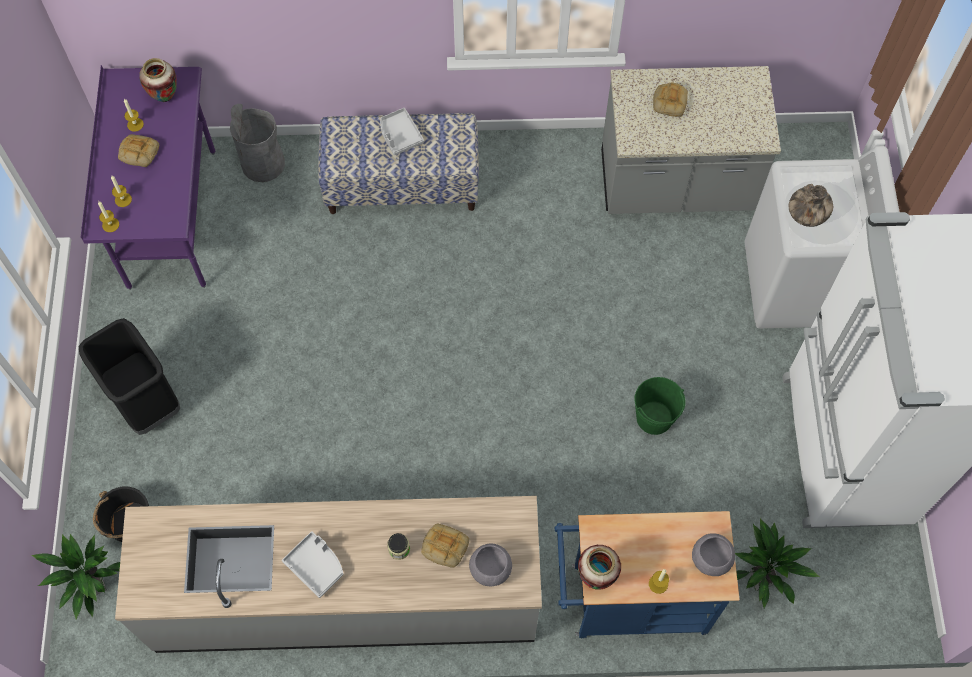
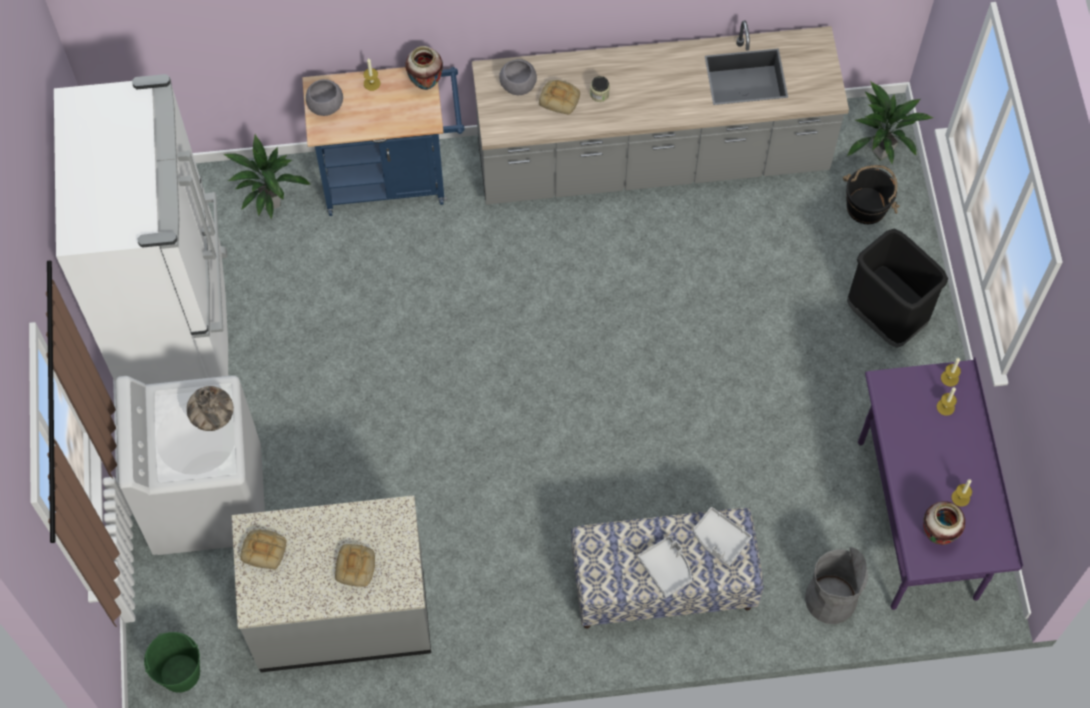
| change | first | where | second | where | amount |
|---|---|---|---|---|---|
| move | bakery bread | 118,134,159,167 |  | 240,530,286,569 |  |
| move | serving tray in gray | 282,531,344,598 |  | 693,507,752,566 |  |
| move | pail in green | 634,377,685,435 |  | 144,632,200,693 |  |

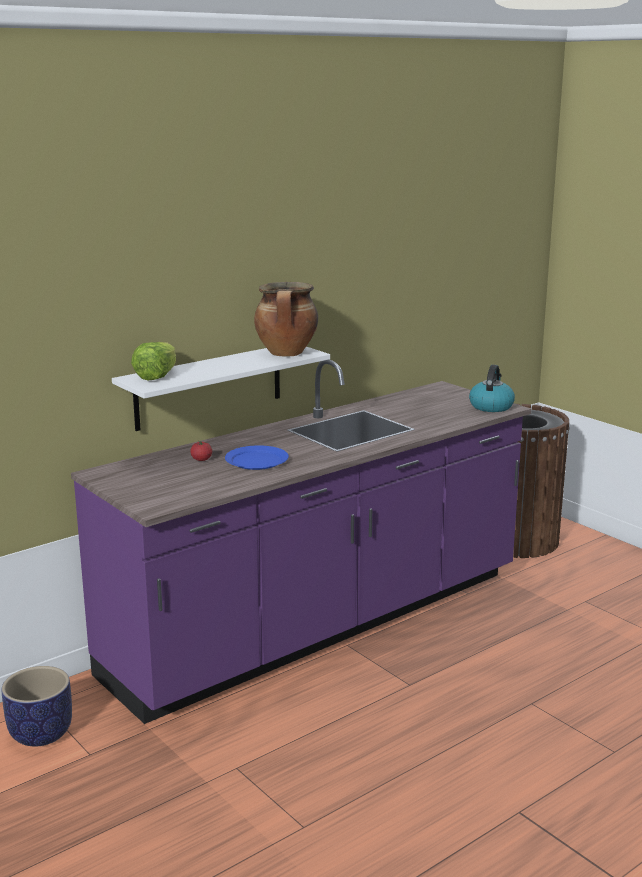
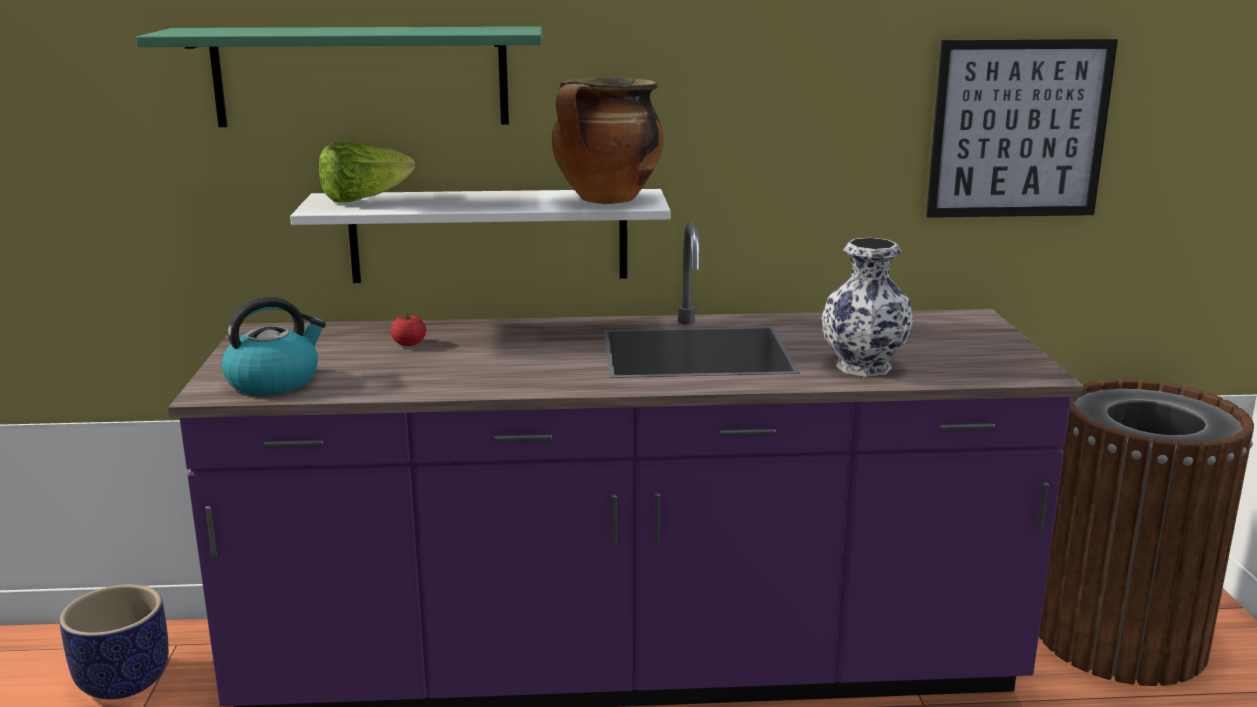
| change | first | where | second | where | amount |
|---|---|---|---|---|---|
| delete | flat dish in bluish | 225,445,289,470 |  |  |  |
| insert |  |  | wall shelf in green | 136,26,542,127 |  |
| insert |  |  | flower vase | 821,238,913,377 |  |
| insert |  |  | wall art | 926,39,1118,218 |  |
| move | water kettle | 469,365,515,412 |  | 221,297,326,395 |  |

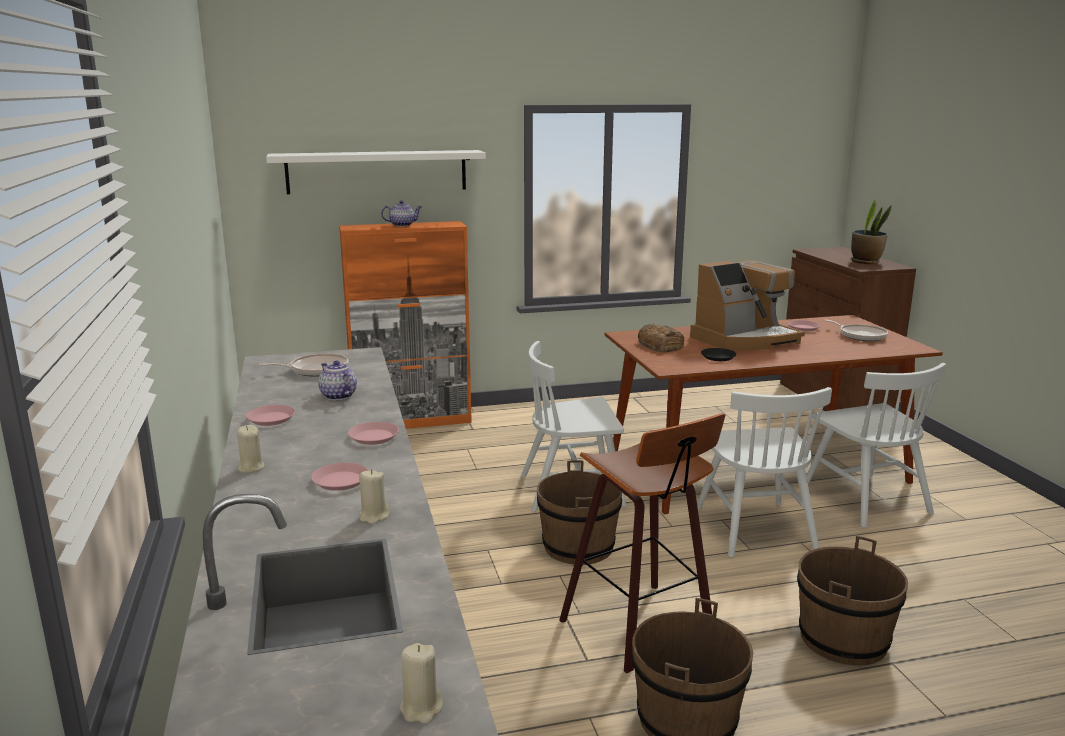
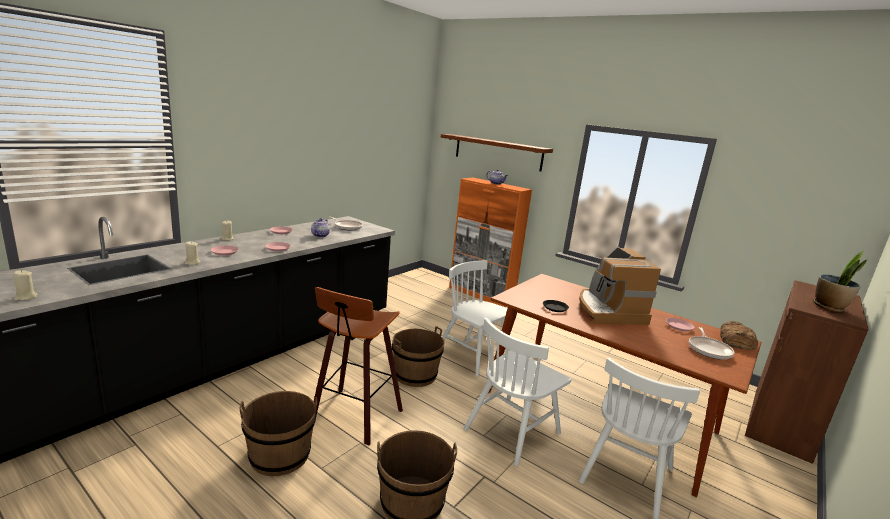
| change | first | where | second | where | amount |
|---|---|---|---|---|---|
| move | bakery bread | 638,324,685,352 |  | 720,321,758,350 |  |
| recolor | wall shelf in white-coloured | 266,150,486,194 | wall shelf in brown-coloured | 441,134,553,172 |  |
| rotate | coffee maker | 690,260,805,350 |  | 579,247,661,325 | 60 degrees clockwise |

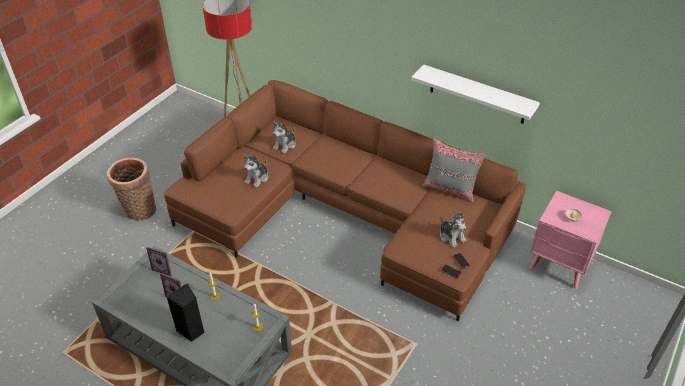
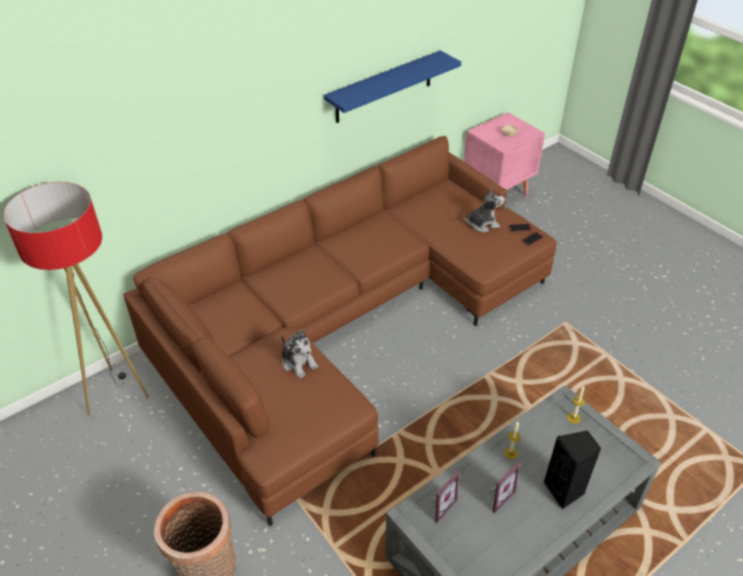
| change | first | where | second | where | amount |
|---|---|---|---|---|---|
| delete | plush toy | 273,122,296,154 |  |  |  |
| delete | cushion in gray | 423,138,486,202 |  |  |  |
| recolor | wall shelf in white-coloured | 411,64,540,124 | wall shelf in bluish | 324,50,461,123 |  |

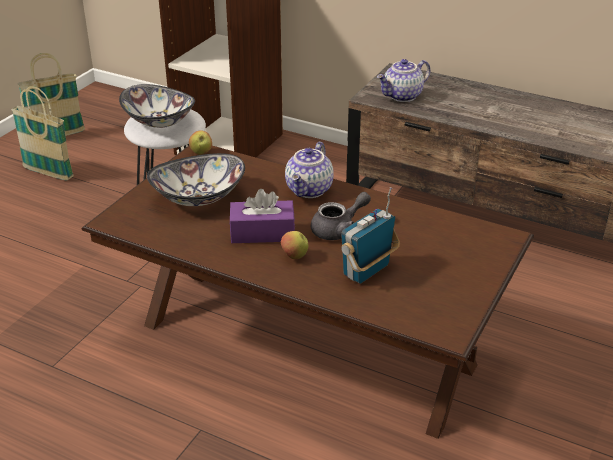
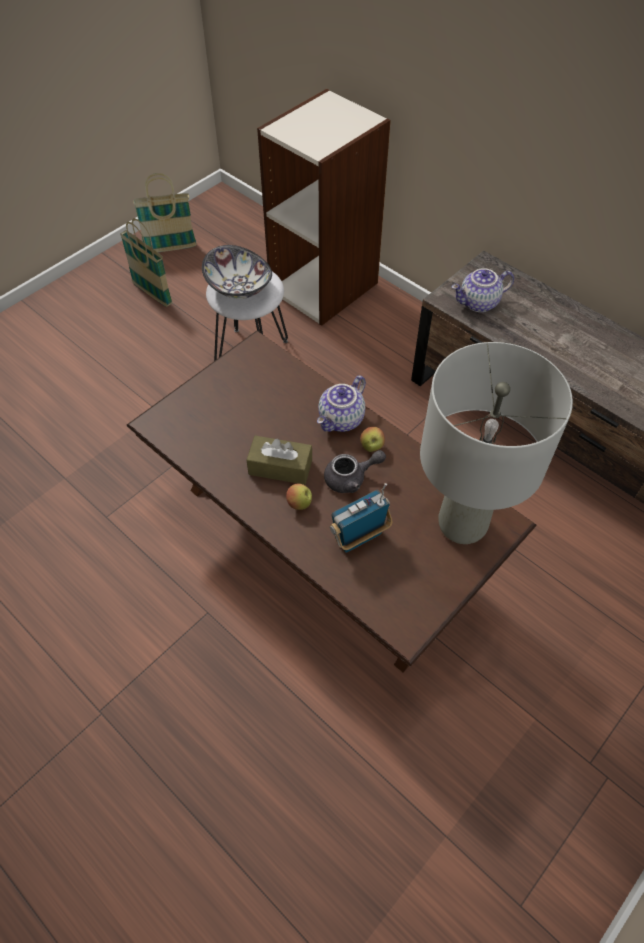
| change | first | where | second | where | amount |
|---|---|---|---|---|---|
| delete | deep dish | 147,153,245,206 |  |  |  |
| insert |  |  | table lamp in gray | 420,342,573,544 |  |
| move | whole apple | 189,131,212,155 |  | 360,427,385,452 |  |
| recolor | tissue box in purple | 229,189,295,243 | tissue box in brown-coloured | 247,436,312,485 |  |

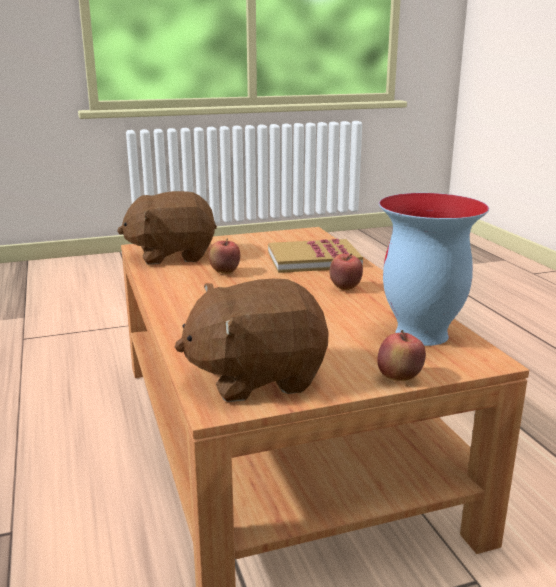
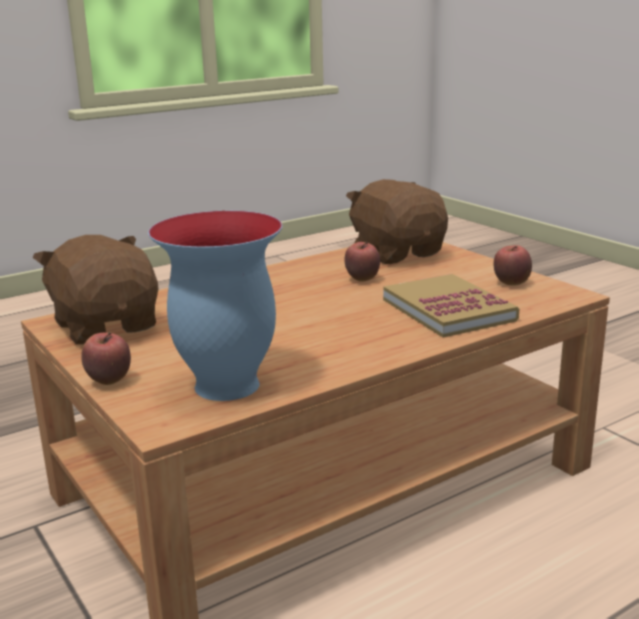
| change | first | where | second | where | amount |
|---|---|---|---|---|---|
| move | whole apple | 330,254,363,290 |  | 494,245,532,286 |  |

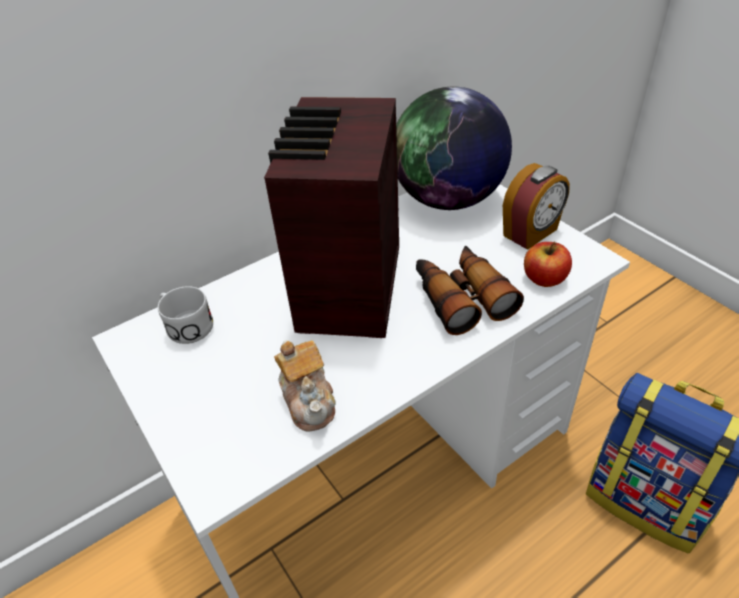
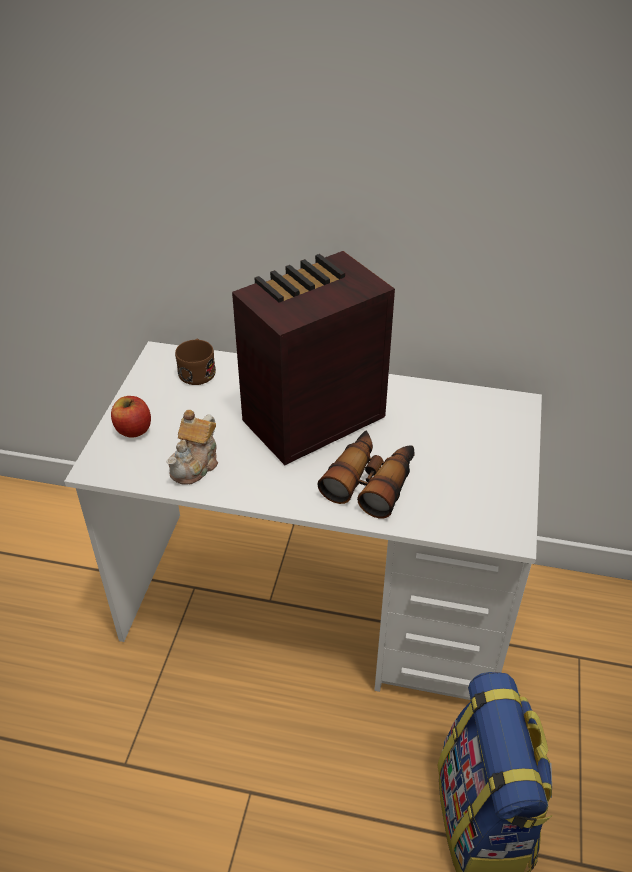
| change | first | where | second | where | amount |
|---|---|---|---|---|---|
| delete | desk globe | 396,87,512,210 |  |  |  |
| delete | bedside clock | 503,163,570,250 |  |  |  |
| move | whole apple | 524,242,572,287 |  | 111,396,151,438 |  |
| recolor | coffee mug in white-coloured | 158,286,213,344 | coffee mug in brown-coloured | 175,338,216,385 |  |

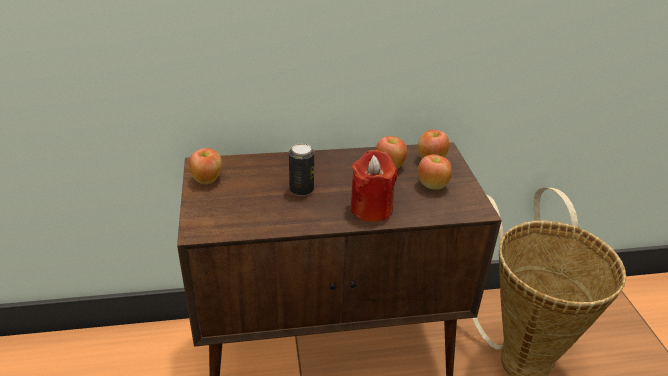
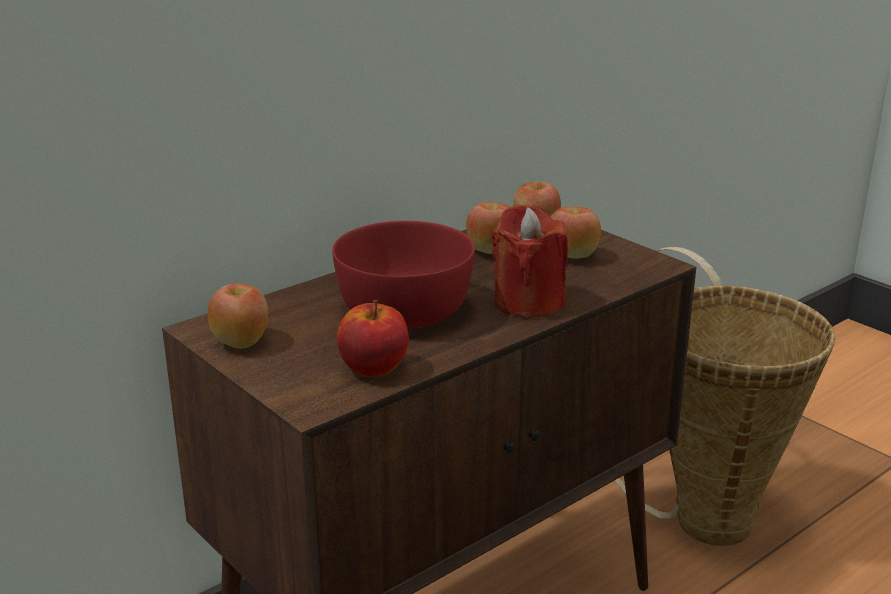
| change | first | where | second | where | amount |
|---|---|---|---|---|---|
| insert |  |  | whole apple | 337,300,409,377 |  |
| replace | can | 289,144,314,196 | deep dish in red-coloured | 332,221,475,329 |  |

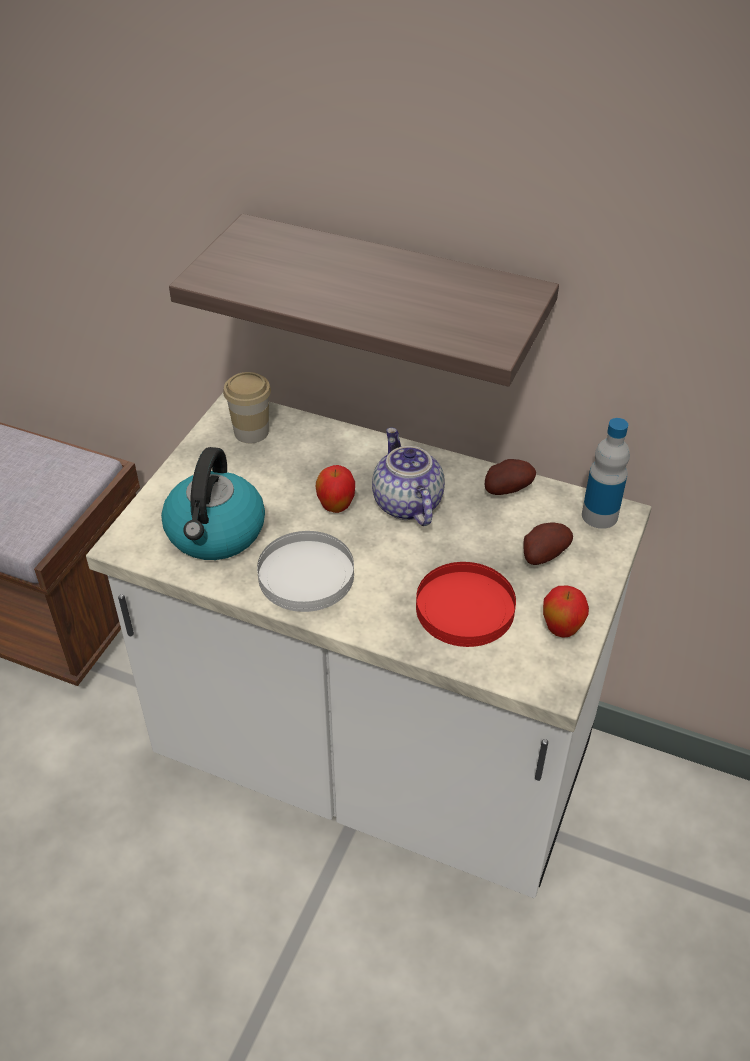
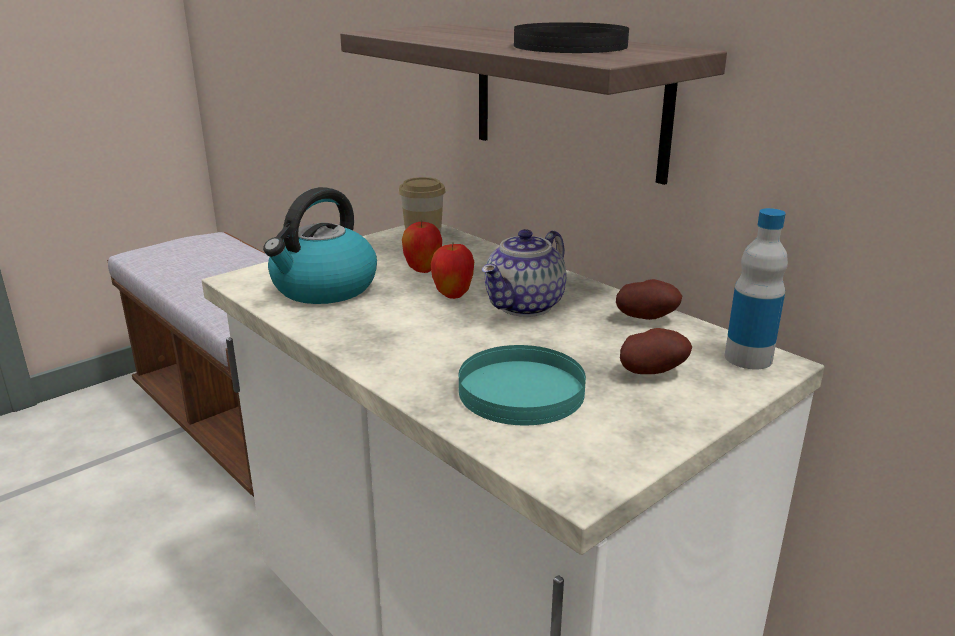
| change | first | where | second | where | amount |
|---|---|---|---|---|---|
| delete | flat dish in white-coloured | 257,531,354,612 |  |  |  |
| insert |  |  | flat dish in black-coloured | 514,22,629,53 |  |
| move | whole apple | 543,586,589,637 |  | 402,220,442,273 |  |
| recolor | flat dish in red-coloured | 416,562,516,647 | flat dish in turquoise | 459,345,586,425 |  |
| rotate | pot for tea | 372,427,445,526 |  | 482,229,566,317 | 150 degrees counterclockwise |

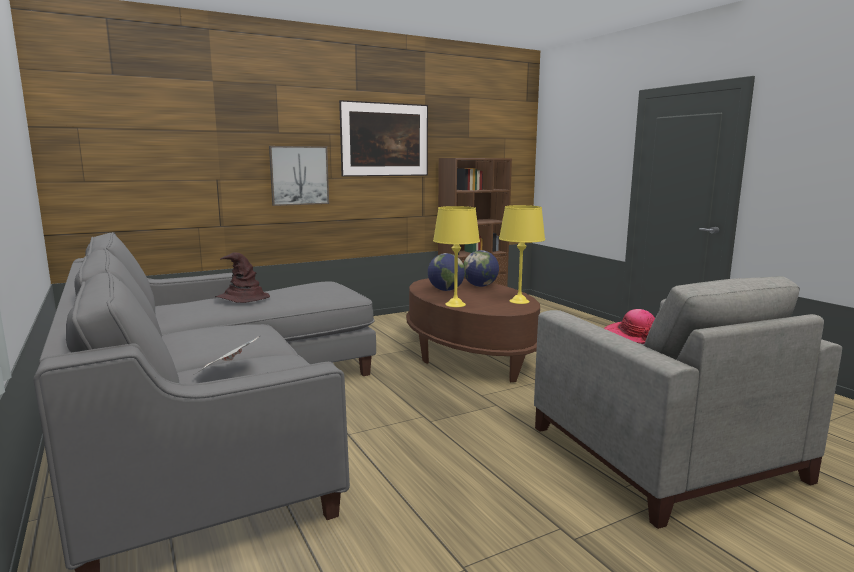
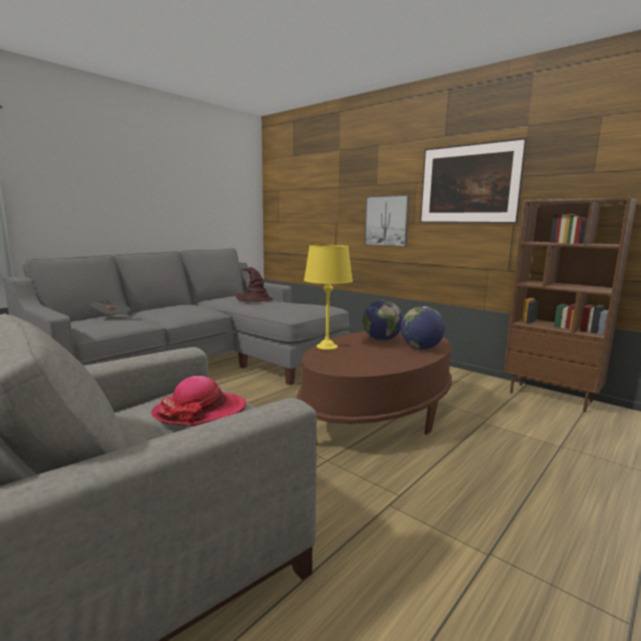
| change | first | where | second | where | amount |
|---|---|---|---|---|---|
| delete | table lamp in yellowish | 499,205,545,304 |  |  |  |

